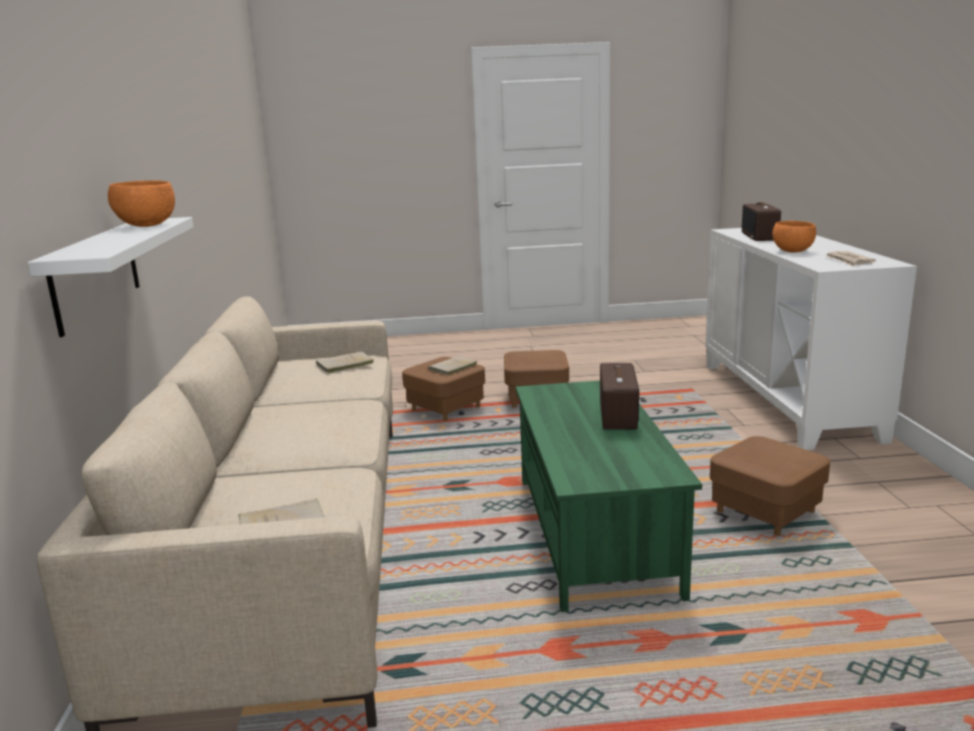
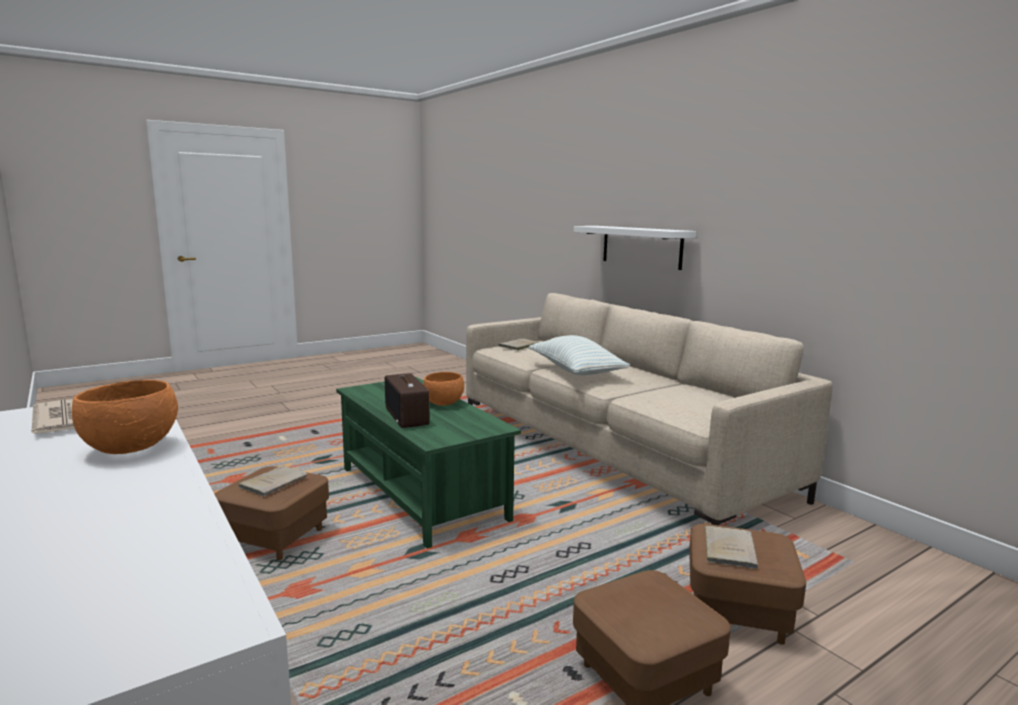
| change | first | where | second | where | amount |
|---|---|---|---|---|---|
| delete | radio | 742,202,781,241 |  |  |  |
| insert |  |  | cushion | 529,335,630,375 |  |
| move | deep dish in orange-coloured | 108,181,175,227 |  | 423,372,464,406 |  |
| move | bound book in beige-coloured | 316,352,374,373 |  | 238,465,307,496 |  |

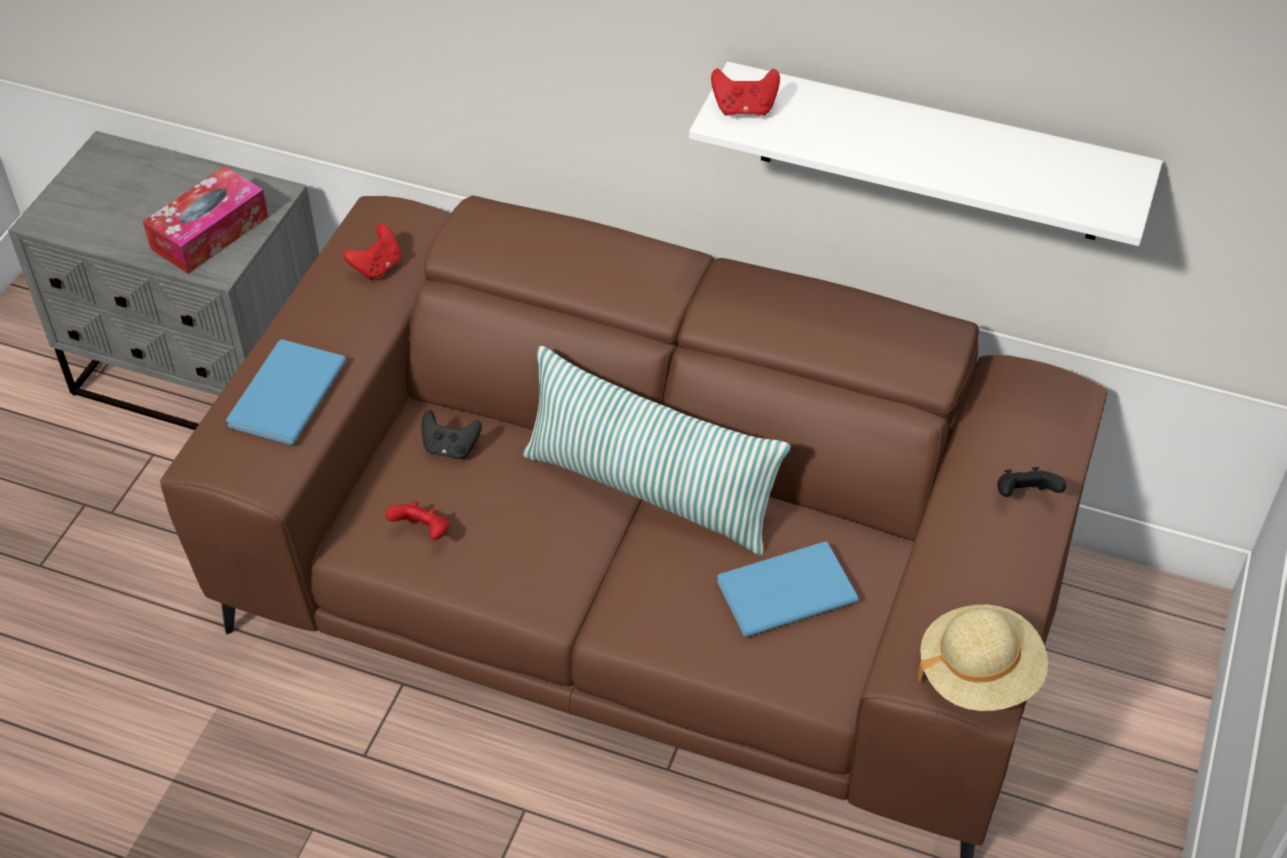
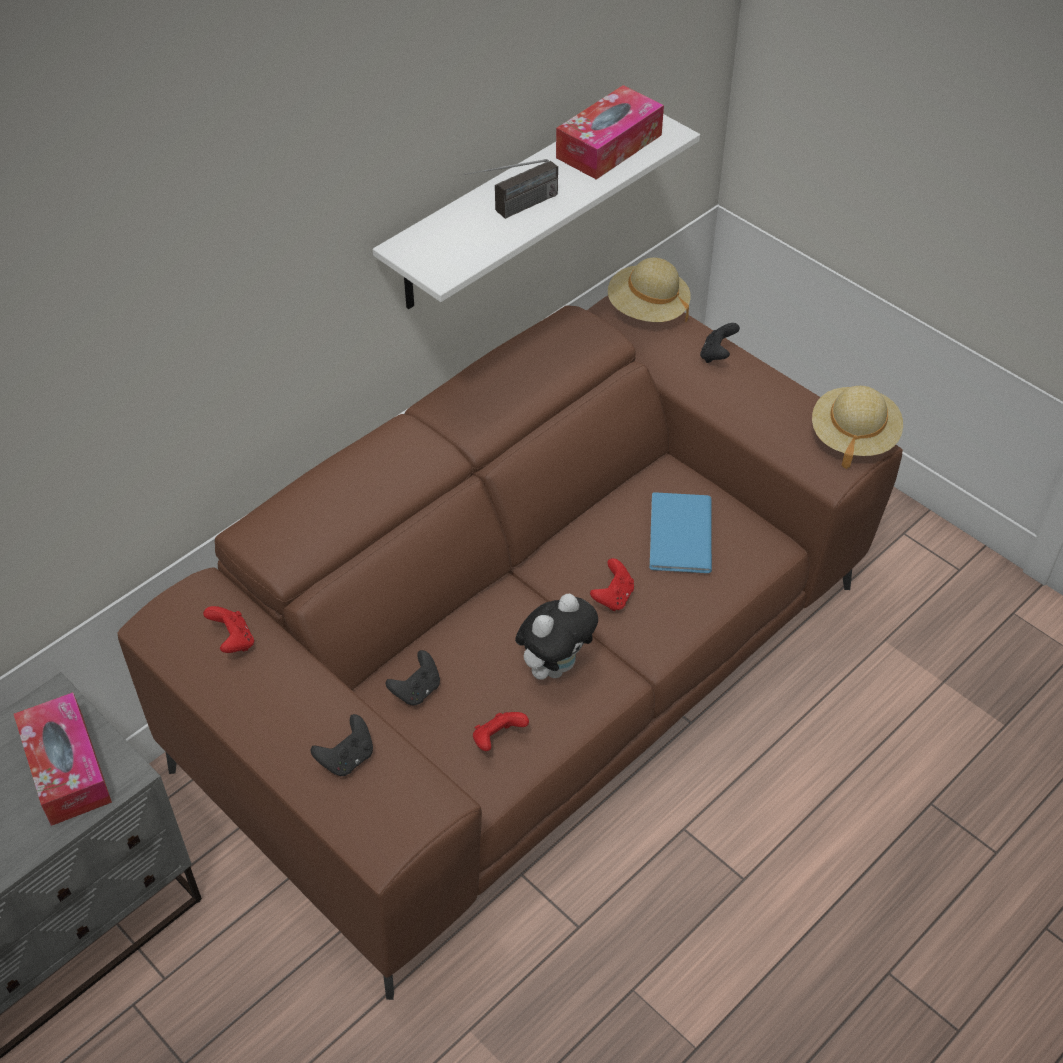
| change | first | where | second | where | amount |
|---|---|---|---|---|---|
| delete | cushion | 522,346,791,556 |  |  |  |
| insert |  |  | radio | 464,159,558,219 |  |
| insert |  |  | plush toy | 515,594,598,680 |  |
| insert |  |  | tissue box | 556,85,664,180 |  |
| insert |  |  | hat in beige-coloured | 608,258,691,322 |  |
| move | game controller in red-coloured | 711,68,780,116 |  | 590,558,634,611 |  |
| replace | bound book in bluish | 226,339,346,445 | game controller in black-coloured | 311,714,373,776 |  |

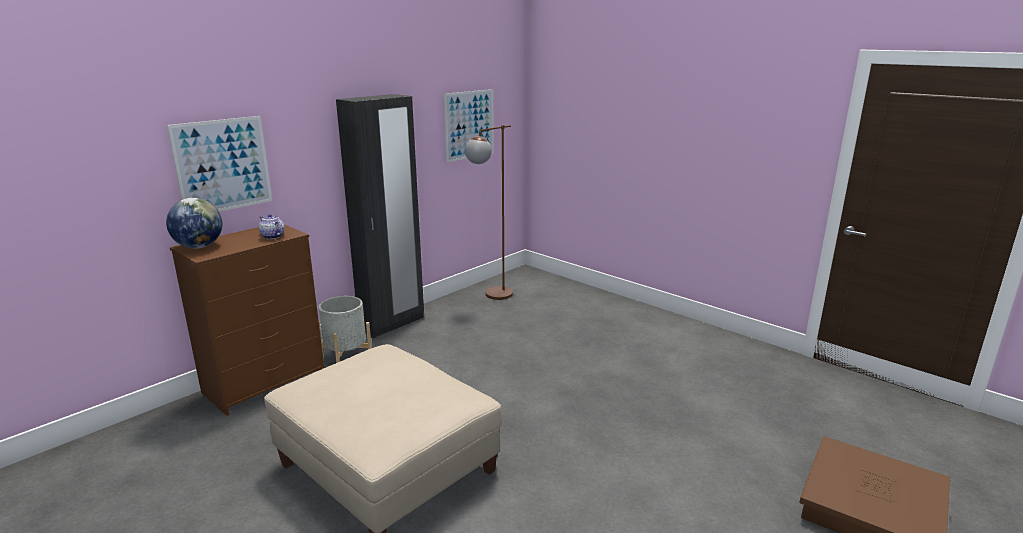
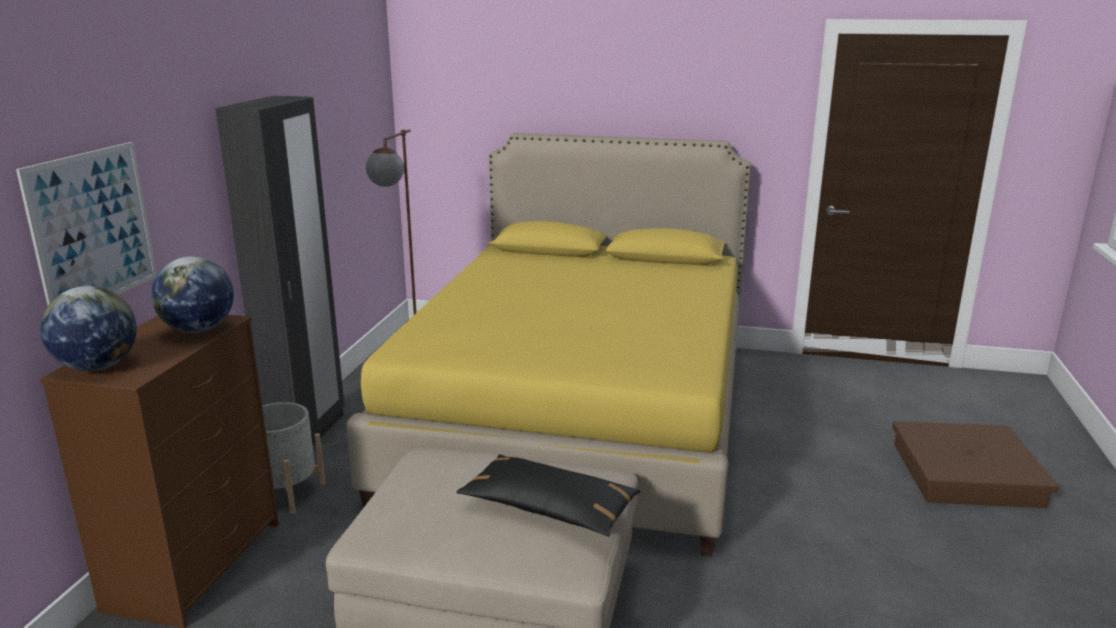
| change | first | where | second | where | amount |
|---|---|---|---|---|---|
| delete | wall art | 444,89,494,162 |  |  |  |
| insert |  |  | bed in yellowish | 346,133,751,557 |  |
| insert |  |  | cushion in black-coloured | 456,455,641,536 |  |
| replace | pot for tea | 259,214,285,239 | desk globe | 151,256,234,333 |  |

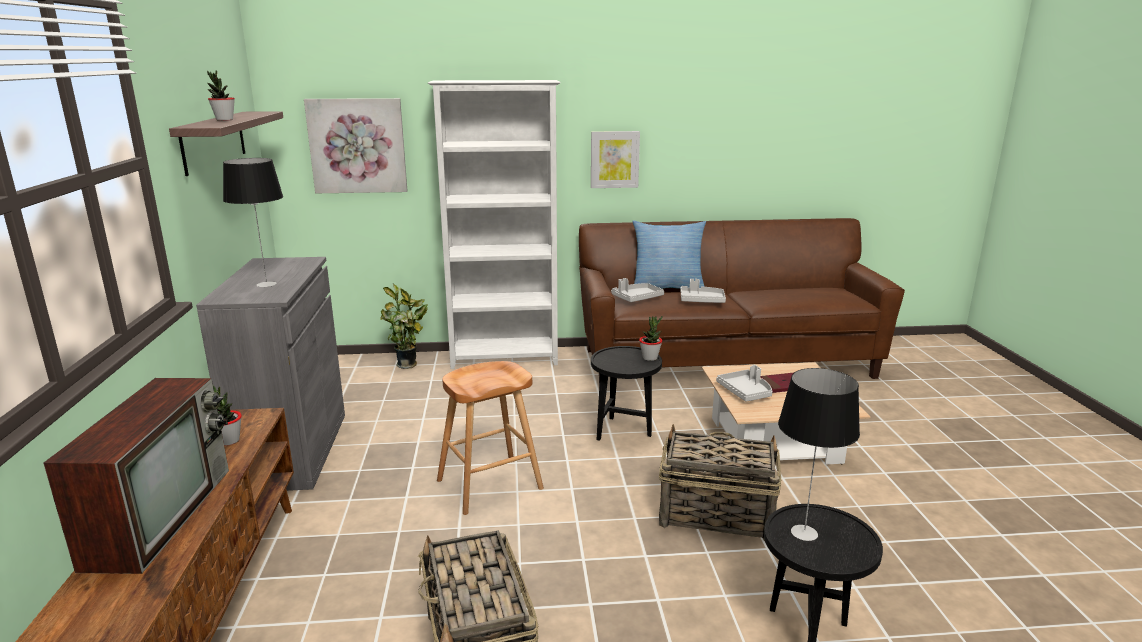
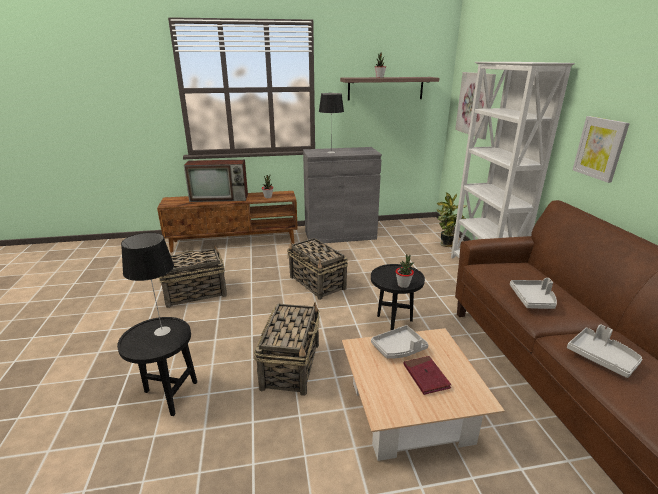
| change | first | where | second | where | amount |
|---|---|---|---|---|---|
| delete | cushion | 632,220,706,289 |  |  |  |
| move | serving tray in gray | 611,278,664,302 |  | 567,324,642,378 |  |
| replace | stool seat in brown-coloured | 437,361,544,515 | household basket | 287,238,348,300 |  |

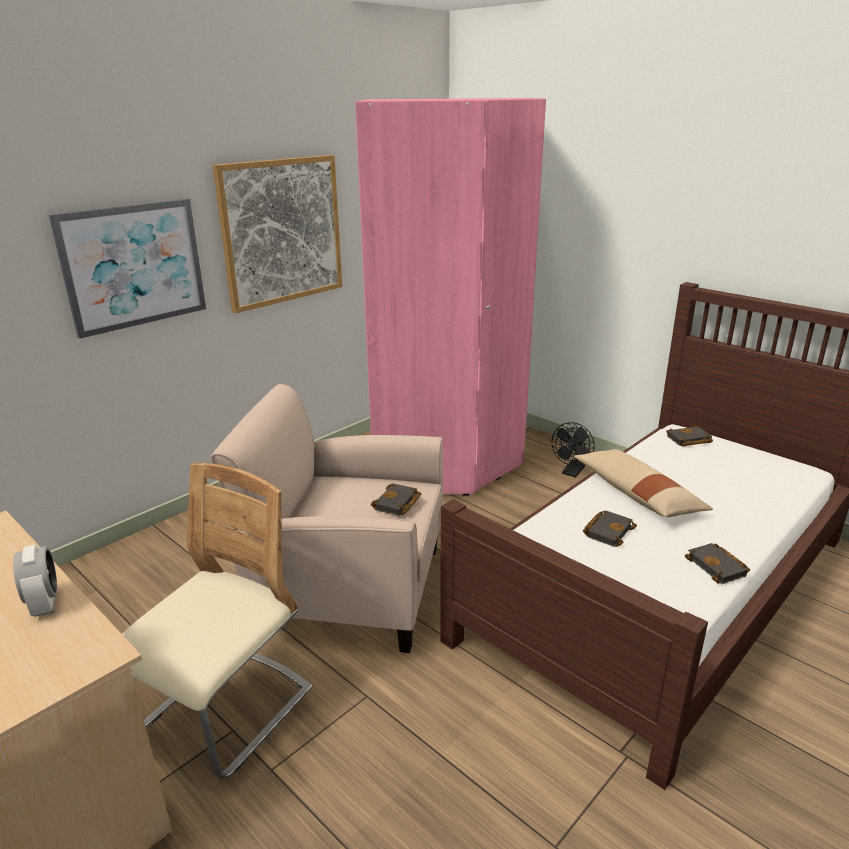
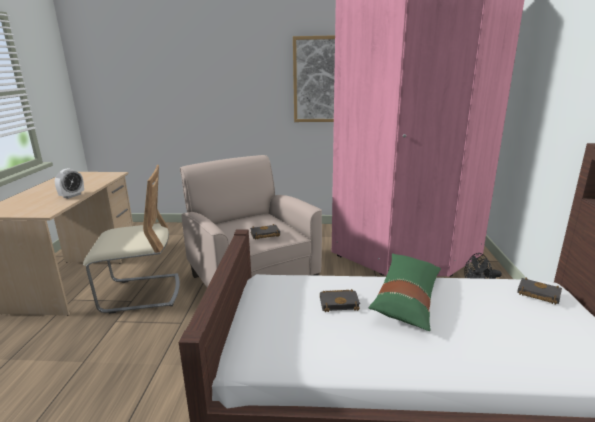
| change | first | where | second | where | amount |
|---|---|---|---|---|---|
| delete | wall art | 49,199,206,339 |  |  |  |
| delete | bound book in black-coloured | 685,543,750,584 |  |  |  |
| recolor | cushion in beige-coloured | 574,449,713,517 | cushion in green | 368,253,441,331 |  |

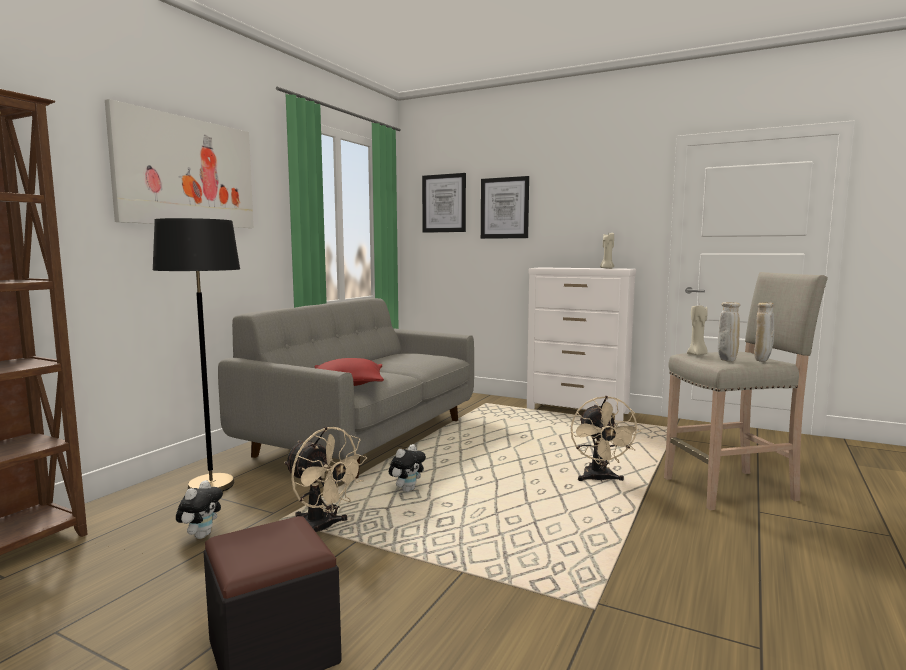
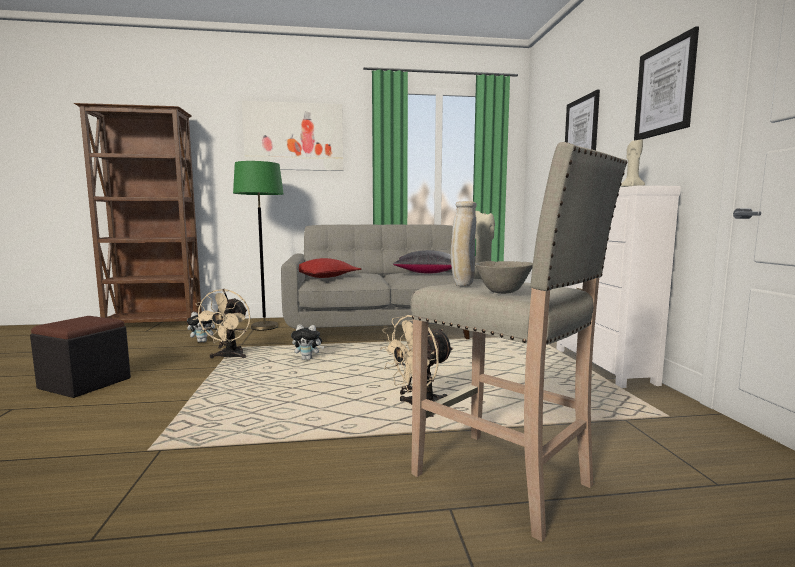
| change | first | where | second | where | amount |
|---|---|---|---|---|---|
| insert |  |  | cushion in black-coloured | 393,250,452,274 |  |
| move | wall art | 422,173,466,233 |  | 634,26,699,140 |  |
| replace | flower vase in beige-coloured | 754,302,774,362 | deep dish in gray | 475,261,533,294 |  |
| recolor | floor lamp in black-coloured | 153,218,240,492 | floor lamp in green | 233,161,284,330 |  |

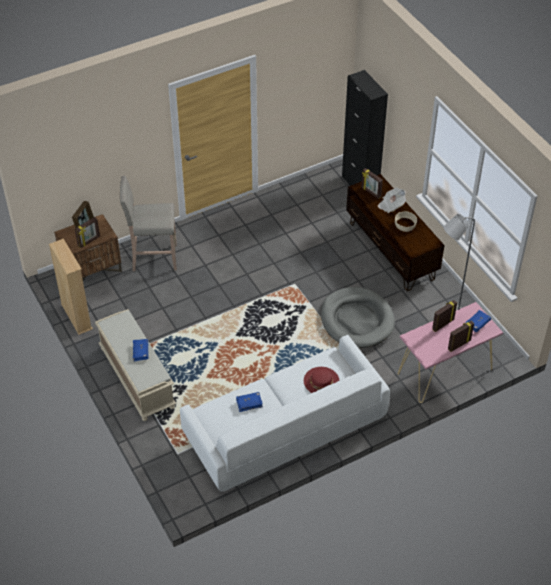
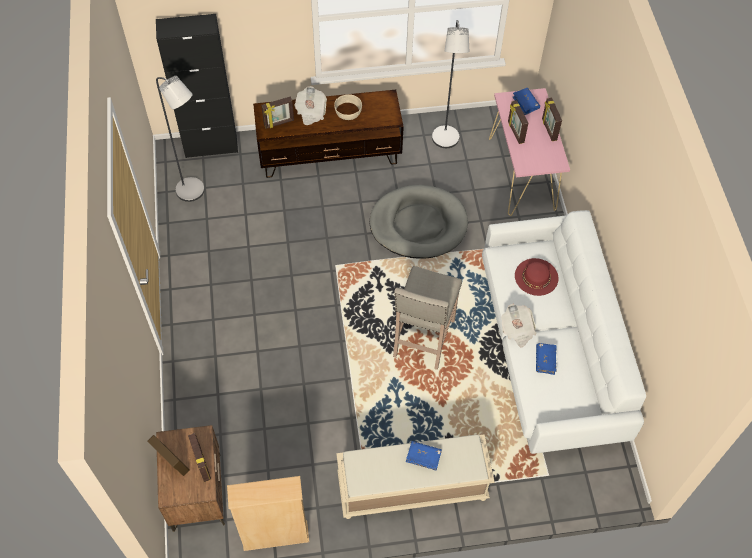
| change | first | where | second | where | amount |
|---|---|---|---|---|---|
| insert |  |  | floor lamp in gray | 156,76,205,202 |  |
| insert |  |  | newspaper | 501,304,537,347 |  |
| move | stool seat in beige-coloured | 120,176,177,271 |  | 393,266,462,370 |  |

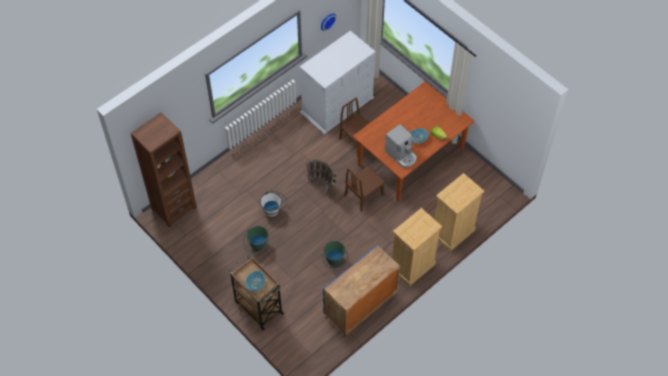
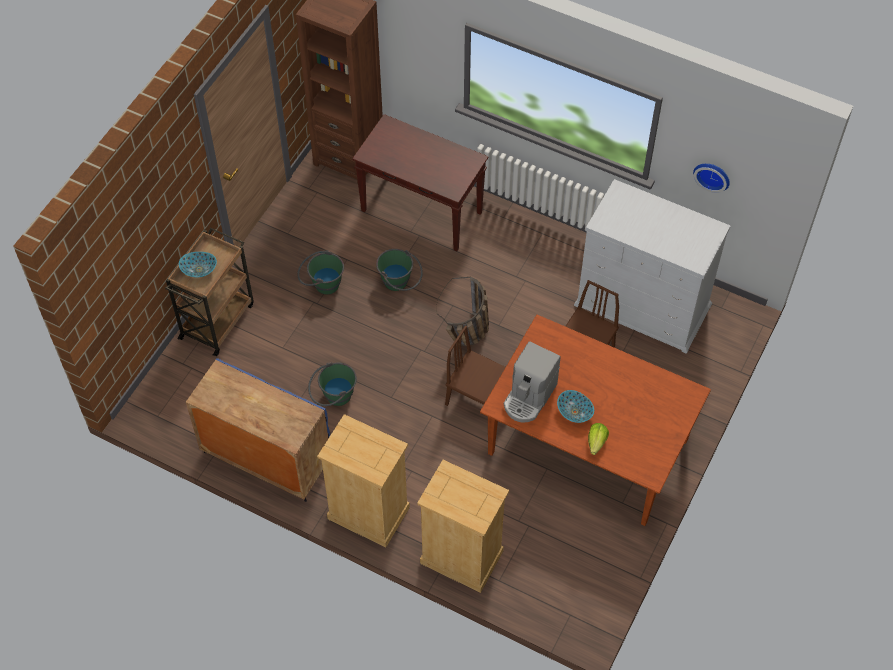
| change | first | where | second | where | amount |
|---|---|---|---|---|---|
| insert |  |  | narrow table in brown-coloured | 352,114,488,251 |  |
| recolor | pail in white-coloured | 260,190,288,217 | pail in green | 376,249,423,291 |  |

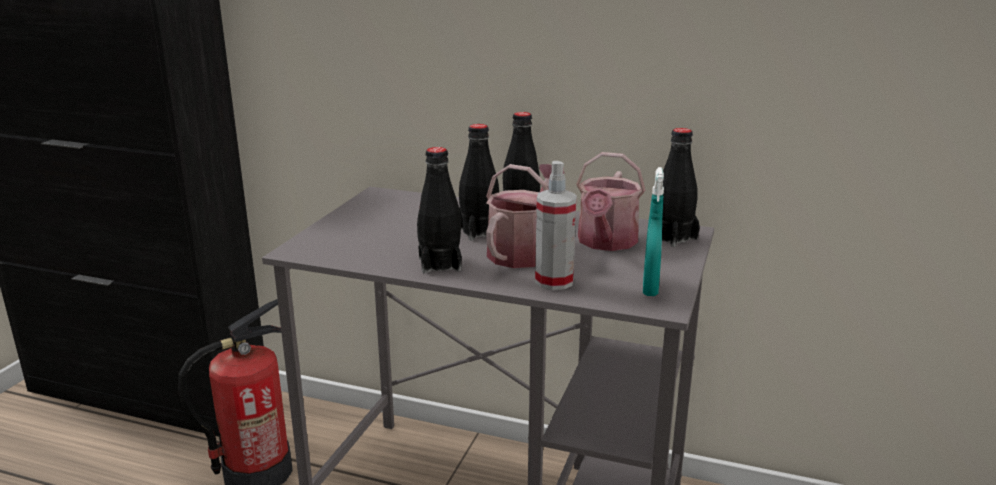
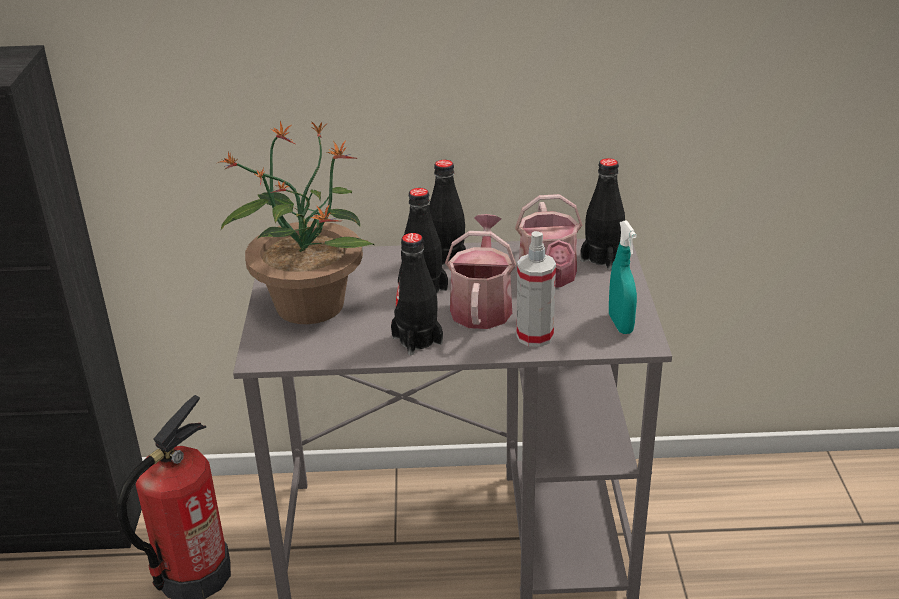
| change | first | where | second | where | amount |
|---|---|---|---|---|---|
| insert |  |  | potted plant | 218,121,374,324 |  |

